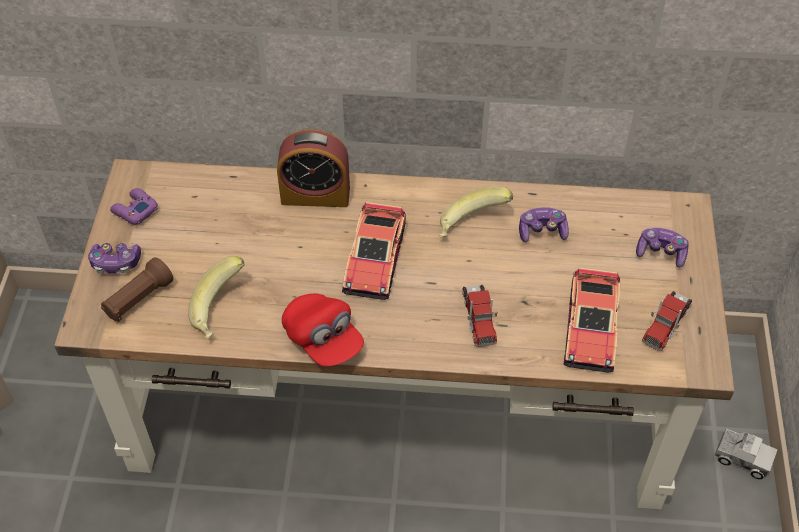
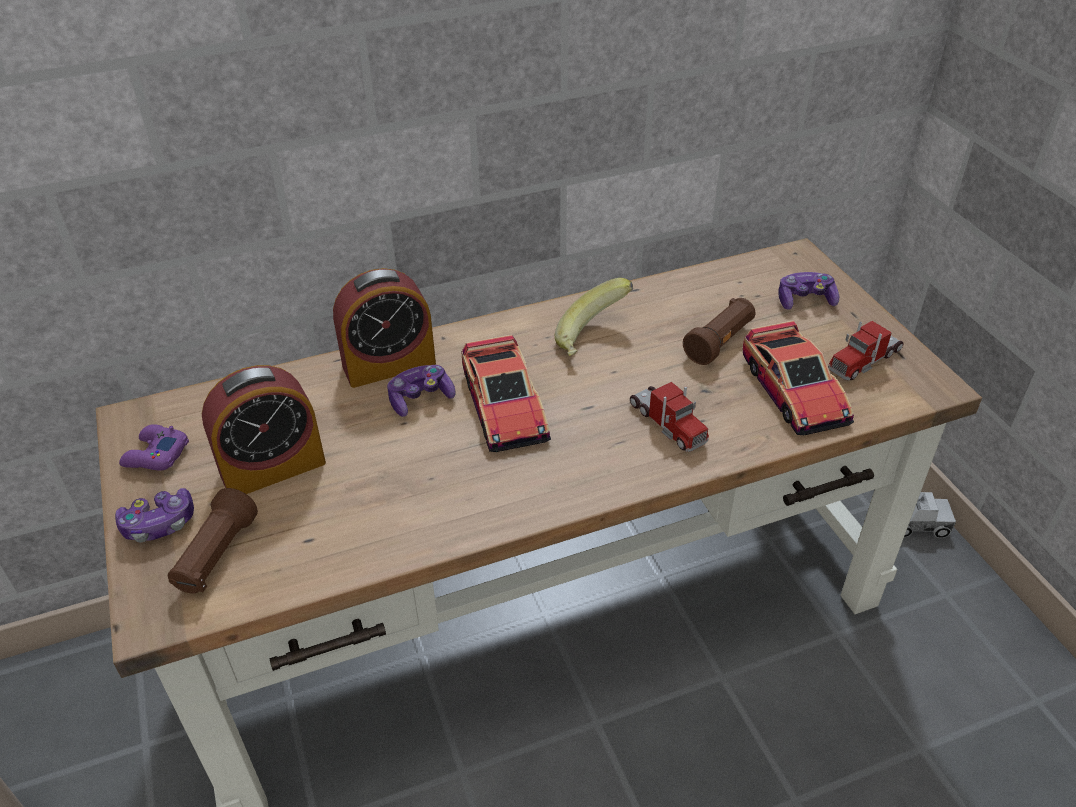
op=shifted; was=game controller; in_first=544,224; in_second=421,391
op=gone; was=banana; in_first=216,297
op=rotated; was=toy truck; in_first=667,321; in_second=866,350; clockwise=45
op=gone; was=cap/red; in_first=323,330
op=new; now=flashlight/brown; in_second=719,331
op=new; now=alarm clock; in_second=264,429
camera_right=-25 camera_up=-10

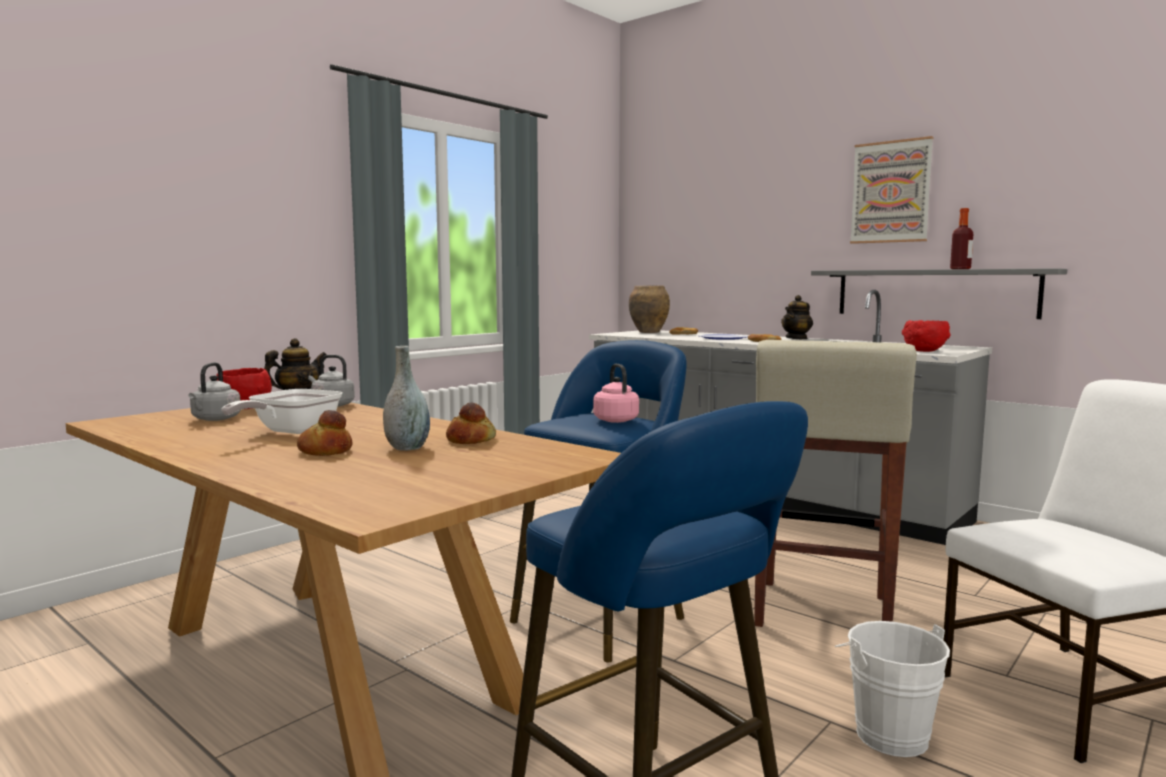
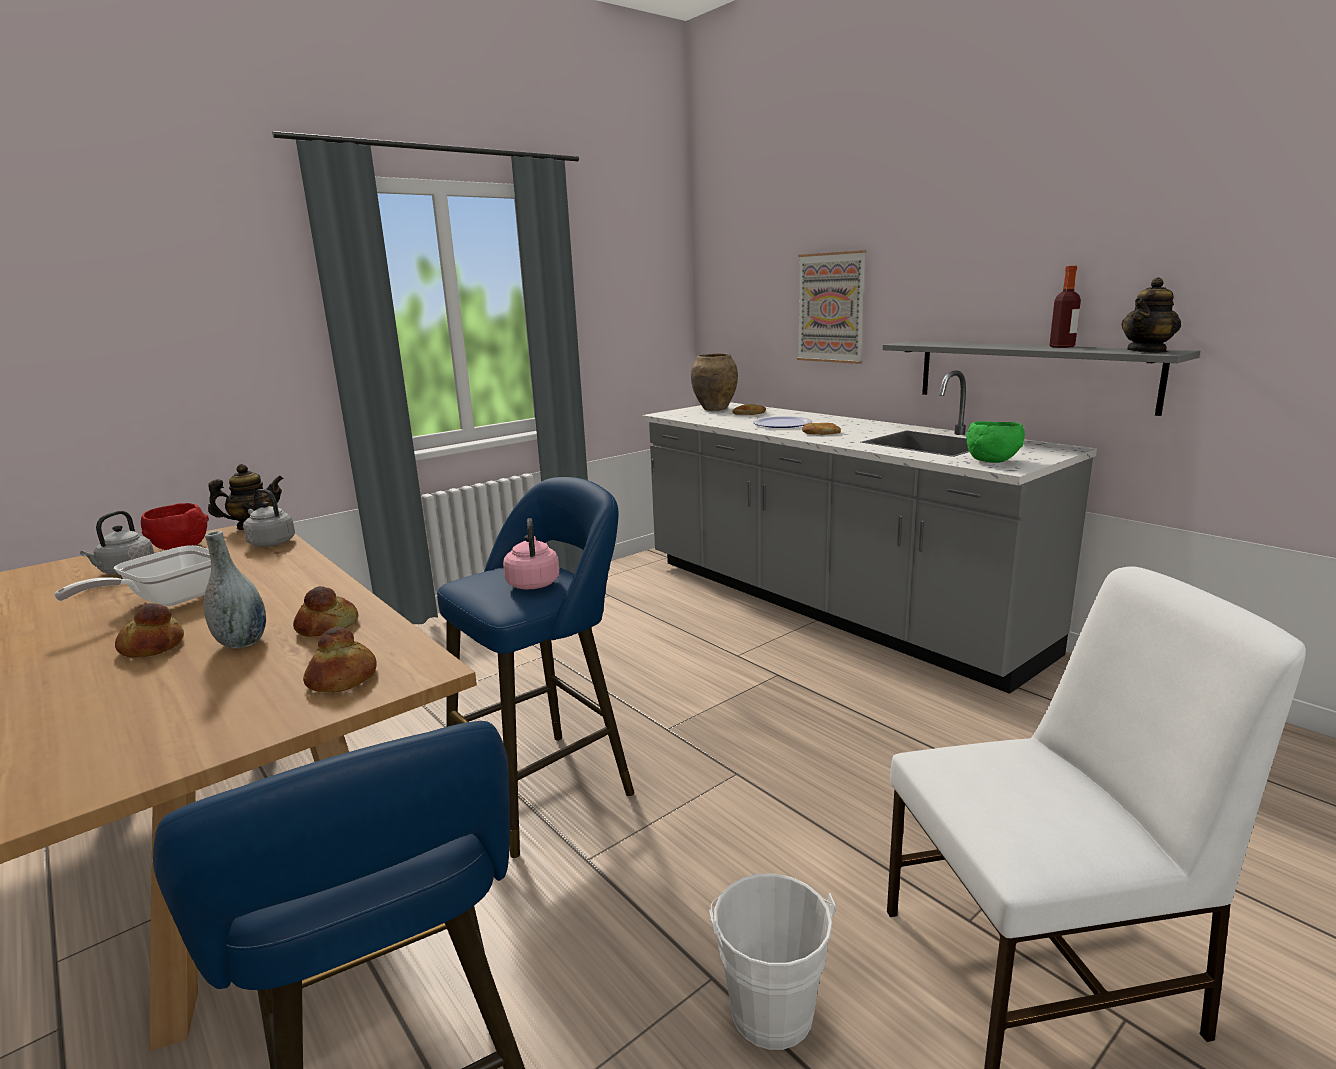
op=shifted; was=picture; in_first=891,190; in_second=831,307
op=shifted; was=teapot; in_first=797,317; in_second=1151,315
op=repainted; was=bowl/red; now=bowl/green; in_first=926,336; in_second=995,442
op=gone; was=stool/beige; in_first=835,483
op=new; now=bread; in_second=340,659
camera_right=10 camera_up=10

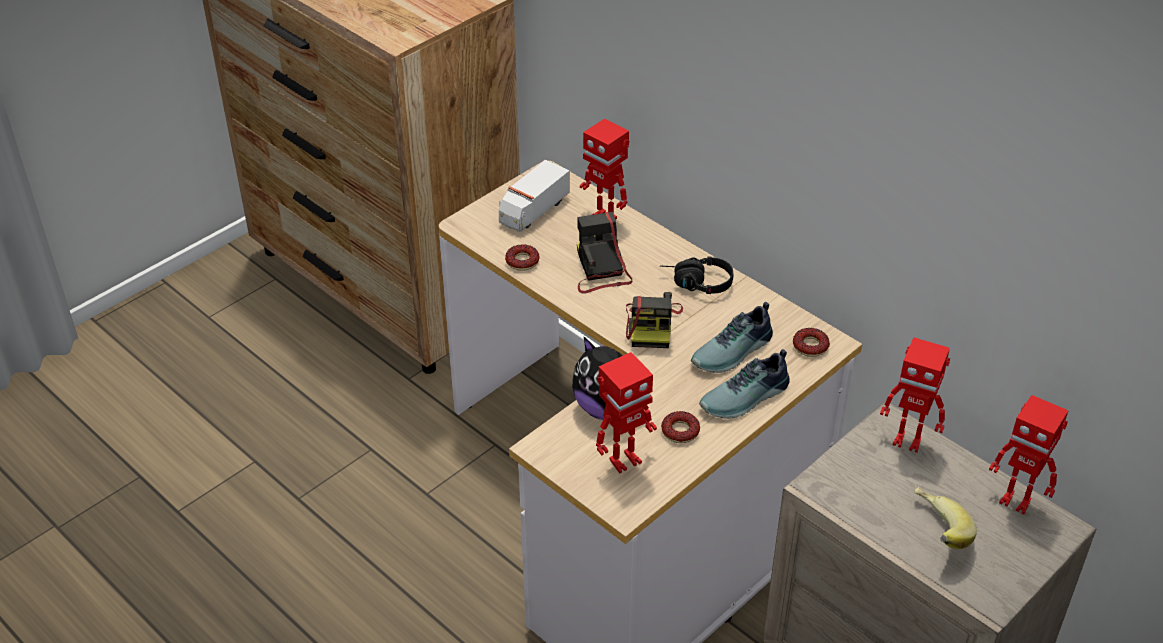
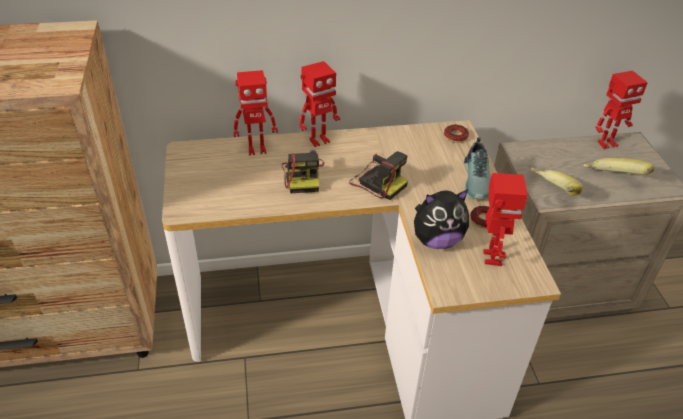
op=gone; was=toy truck; in_first=534,196
op=rotated; was=photo camera; in_first=604,253; in_second=303,171; clockwise=-120
op=gone; was=donut; in_first=522,257
op=gone; was=headphones/black; in_first=696,275
op=gone; was=shoe; in_first=732,337
op=shifted; was=toy robot; in_first=915,395; in_second=320,104
op=new; now=banana; in_second=557,181
camera_right=-55 camera_up=0

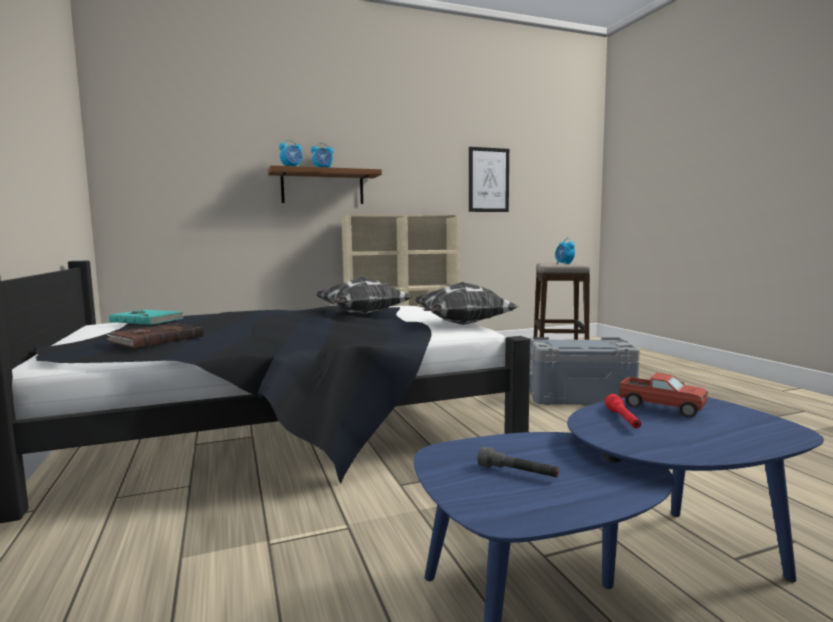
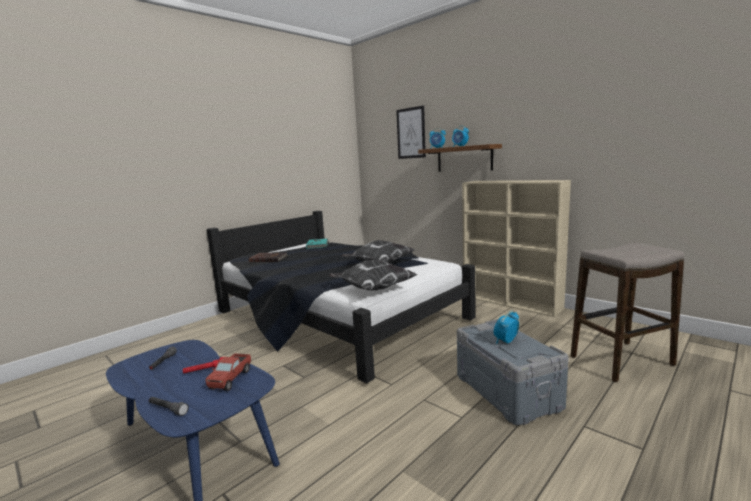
op=shifted; was=picture; in_first=489,179; in_second=411,132
op=shifted; was=alarm clock; in_first=565,251; in_second=506,327
op=new; now=flashlight/grey; in_second=169,406
camera_right=65 camera_up=5

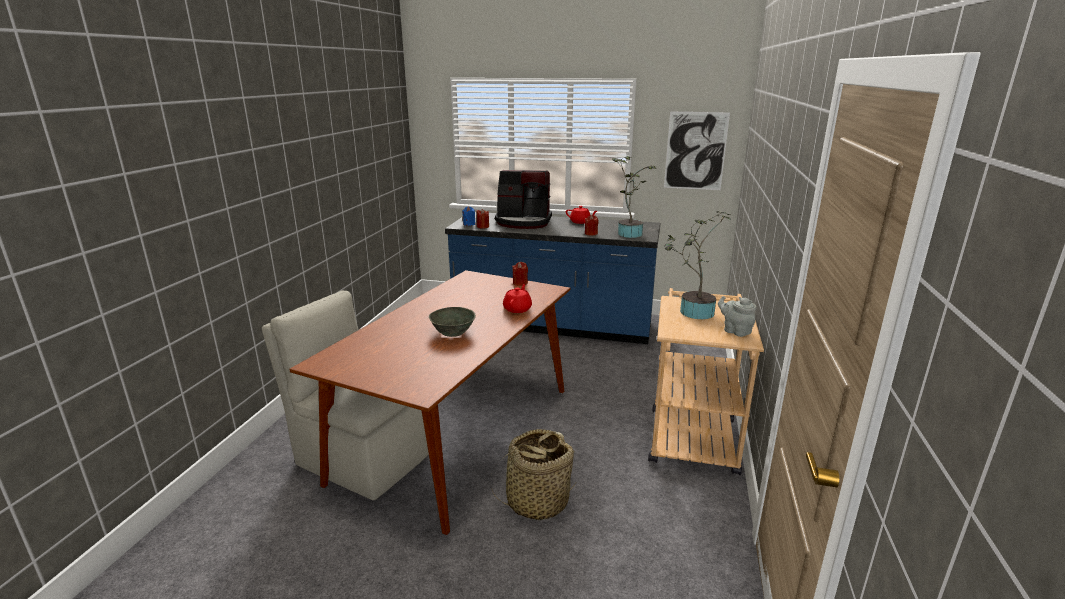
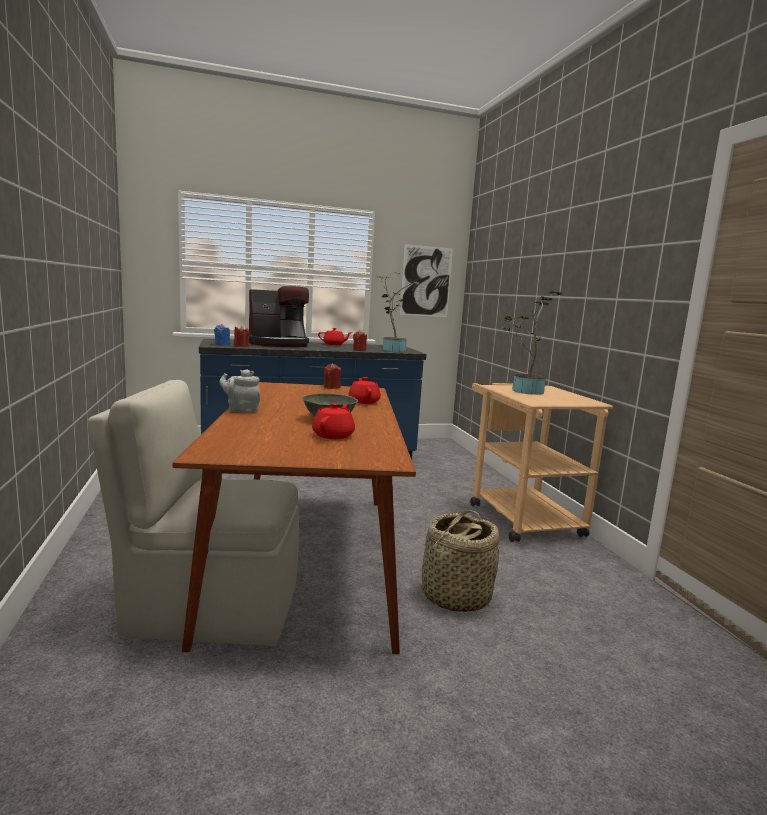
op=shifted; was=teapot/grey; in_first=737,316; in_second=239,391
op=new; now=teapot/red; in_second=333,421
camera_right=-30 camera_up=-10

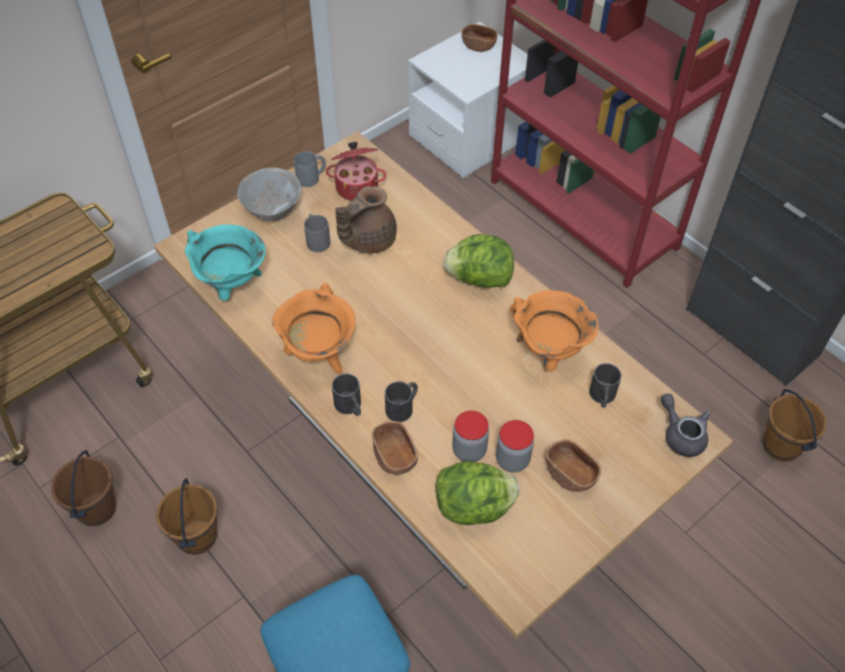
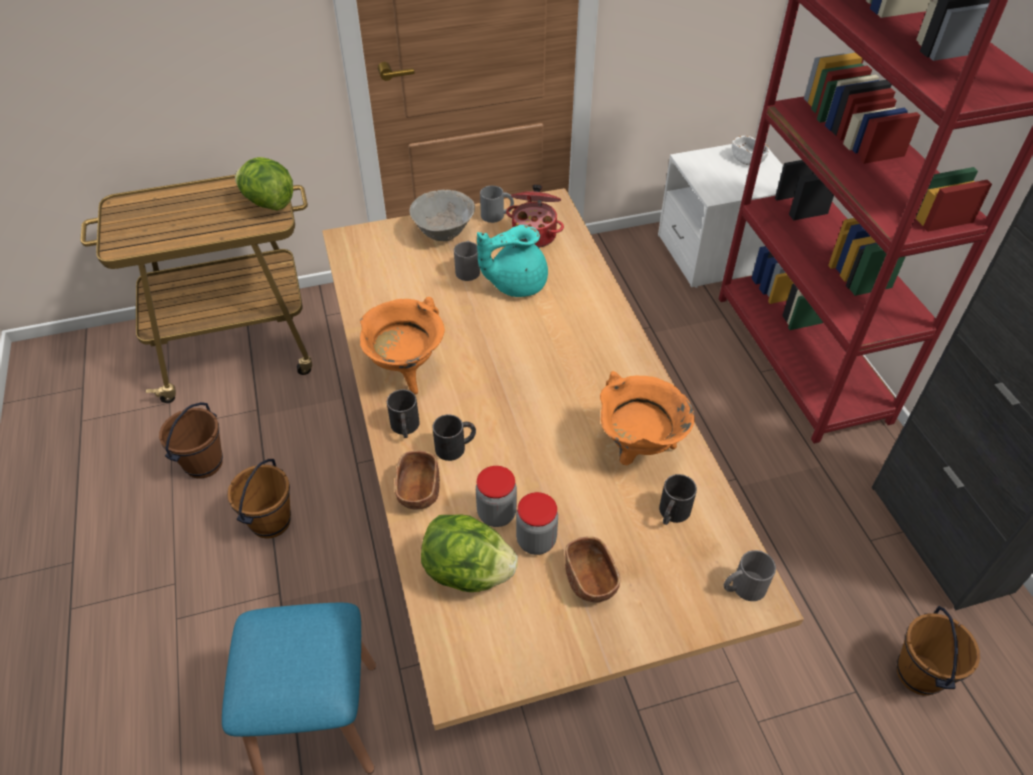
op=repainted; was=bowl/brown; now=bowl/white; in_first=479,38; in_second=750,150
op=repainted; was=teapot/brown; now=teapot/turquoise; in_first=366,220; in_second=512,261
op=gone; was=cooking pot/turquoise; in_first=225,262
op=shifted; was=lettuce; in_first=478,261; in_second=264,183
op=swapped; was=teapot/grey; now=mug/grey; in_first=686,425; in_second=750,575
camera_right=25 camera_up=-5

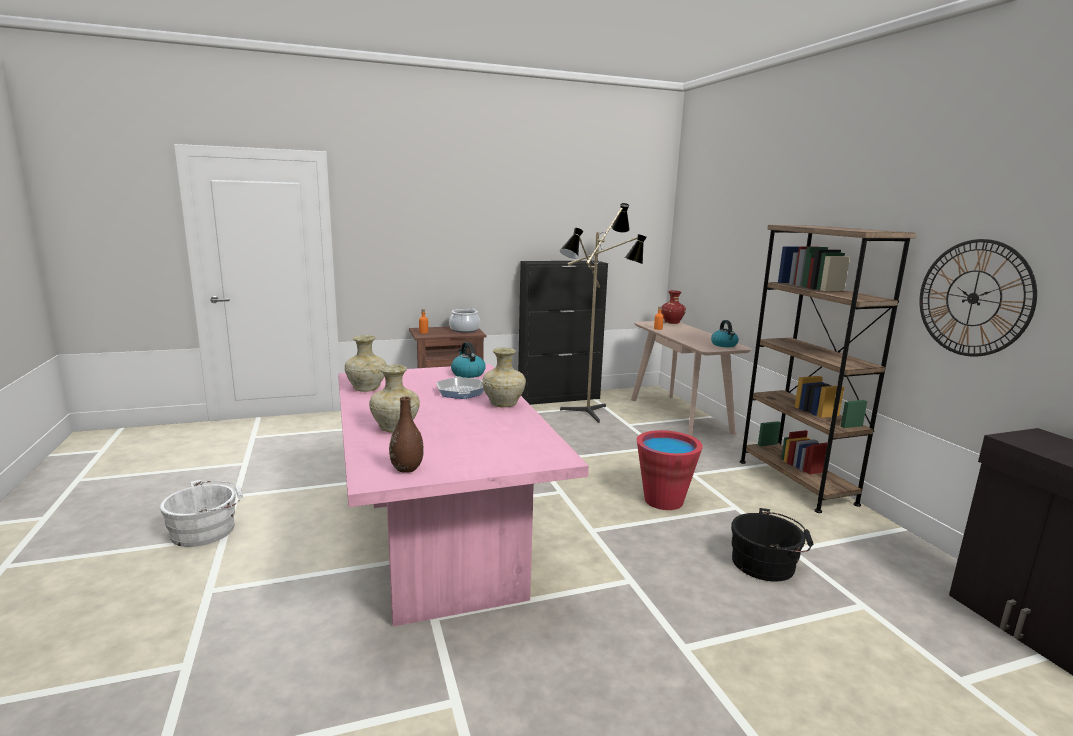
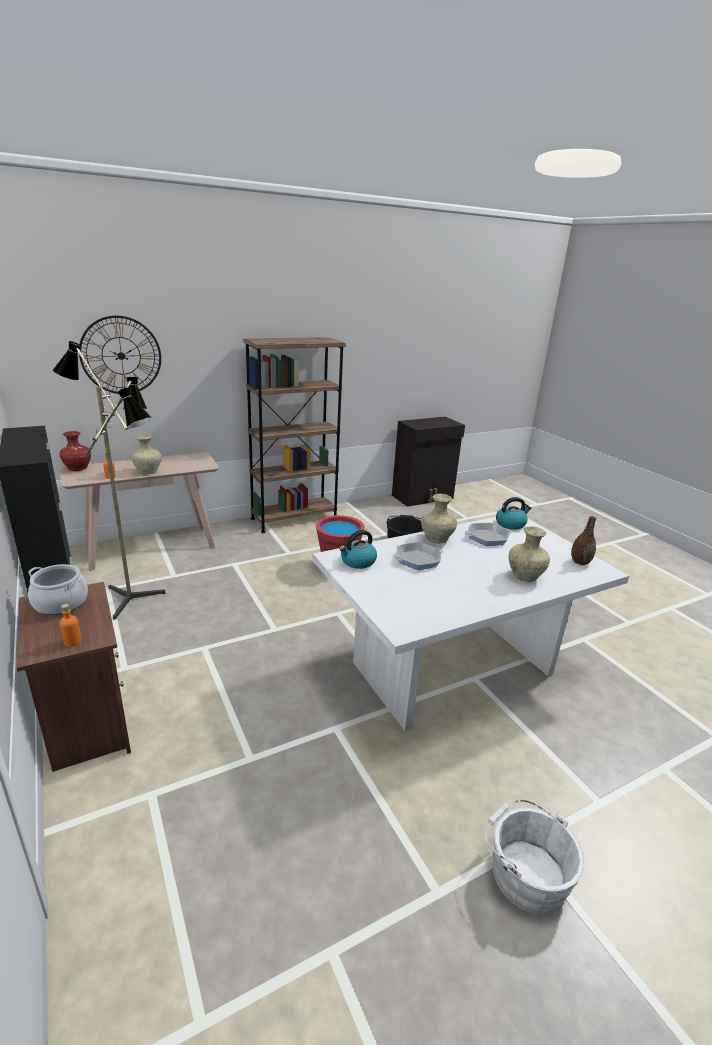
op=shifted; was=wall clock; in_first=978,298; in_second=120,355
op=shifted; was=kettle; in_first=725,333; in_second=513,513
op=shifted; was=vase/beige; in_first=365,363; in_second=146,454
op=repainted; was=dining table/pink; now=dining table/white; in_first=463,495; in_second=470,624
op=new; now=frying pan; in_second=488,534
camera_right=-100 camera_up=10

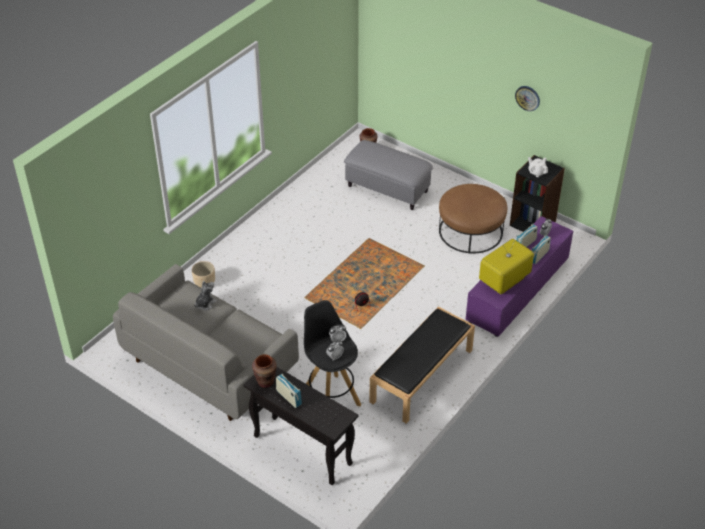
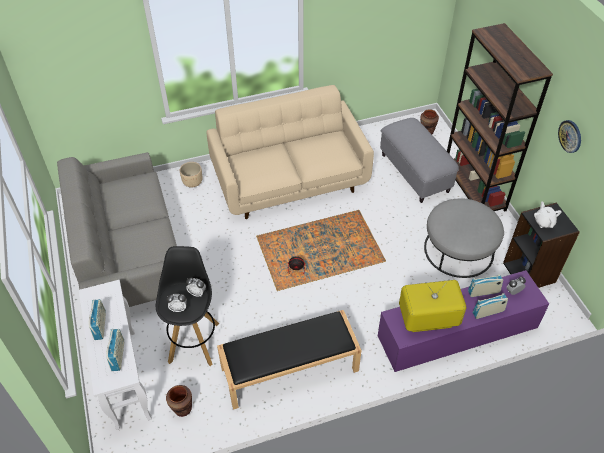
op=repainted; was=ottoman/brown; now=ottoman/grey; in_first=473,219; in_second=464,238
op=gone; was=plush toy; in_first=205,295
op=shifted; was=vase/brown; in_first=264,371; in_second=179,401
op=repainted; was=console table/black; now=console table/white; in_first=301,426; in_second=115,355
op=new; now=bookcase/brown; in_second=500,117
op=new; now=sofa/beige; in_second=290,152
op=new; now=radio; in_second=115,350
camera_right=35 camera_up=5

